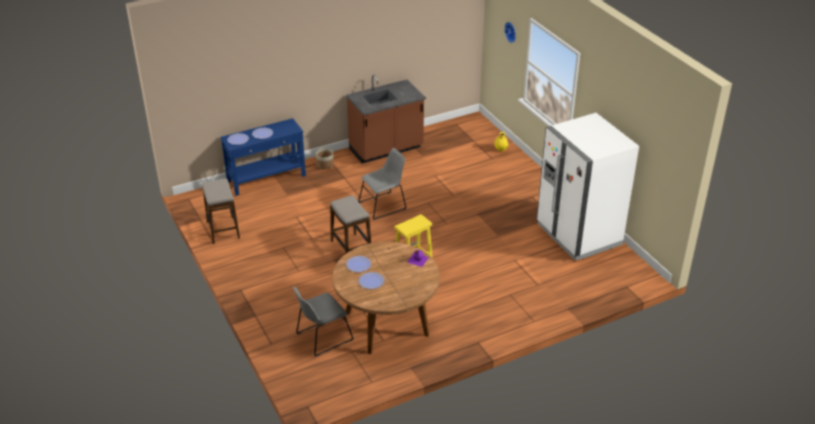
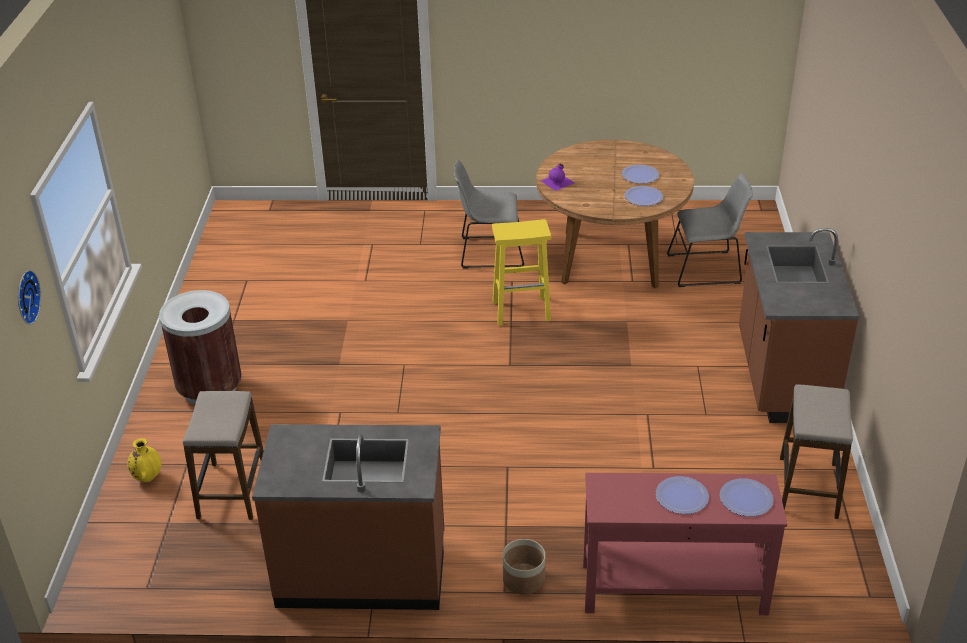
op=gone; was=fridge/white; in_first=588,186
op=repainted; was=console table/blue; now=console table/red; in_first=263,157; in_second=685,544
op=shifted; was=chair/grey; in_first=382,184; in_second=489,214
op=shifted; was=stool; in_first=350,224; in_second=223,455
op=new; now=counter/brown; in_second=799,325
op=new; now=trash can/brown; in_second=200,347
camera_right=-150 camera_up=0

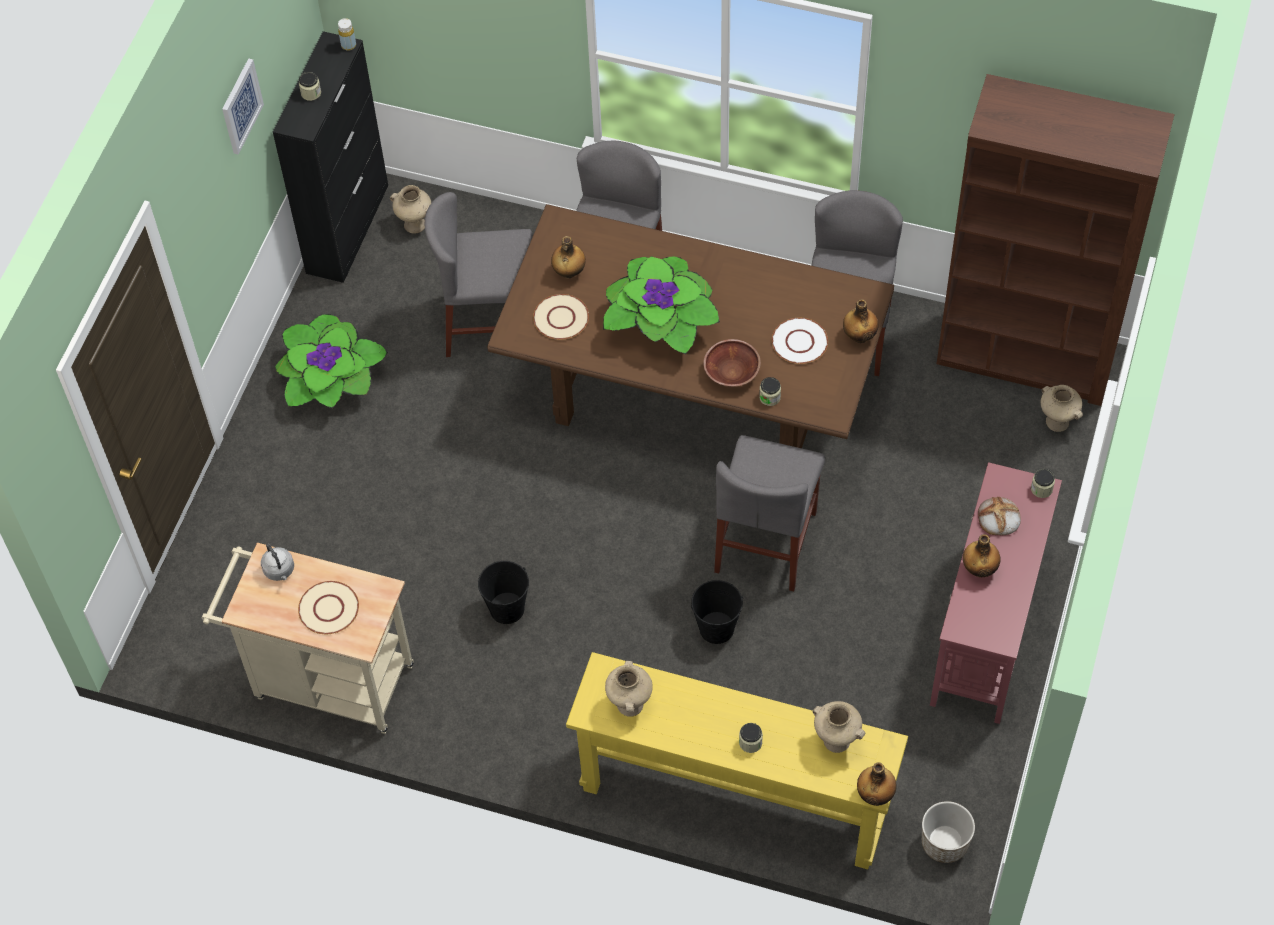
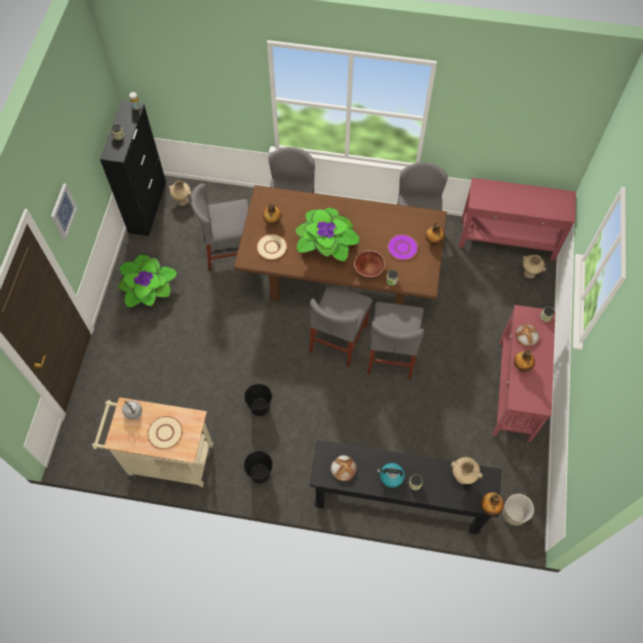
op=shifted; was=picture; in_first=243,106; in_second=64,211
op=swapped; was=bookcase/brown; now=console table/red; in_first=1055,240; in_second=517,219
op=repainted; was=plate/white; now=plate/purple; in_first=800,341; in_second=403,247
op=shifted; was=bucket/black; in_first=717,612; in_second=258,467
op=repainted; was=console table/yellow; now=console table/black; in_first=737,760; in_second=406,487
op=swapped; was=vase/beige; now=bread; in_first=629,689; in_second=344,468
op=new; now=chair/grey; in_second=341,325
op=new; now=kettle; in_second=391,475
camera_right=-10 camera_up=5

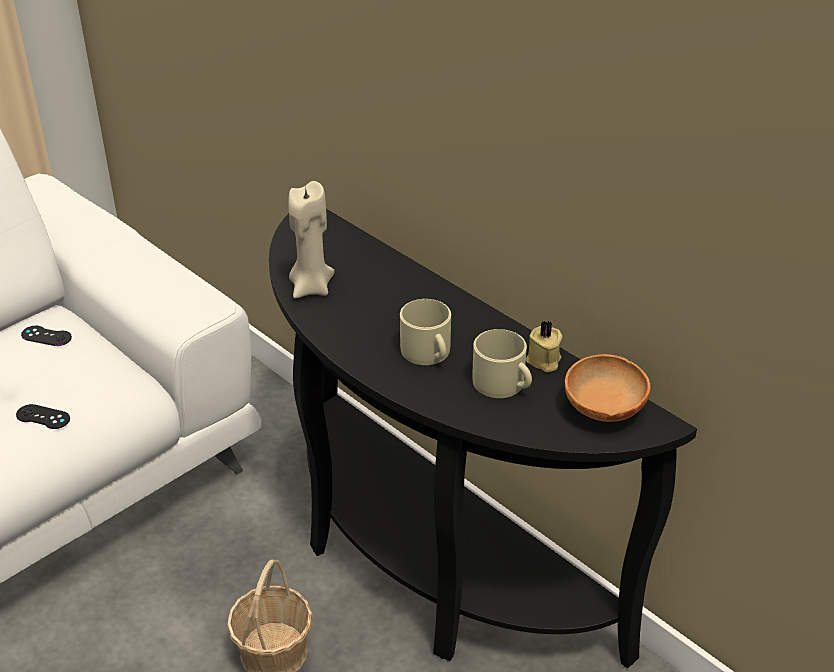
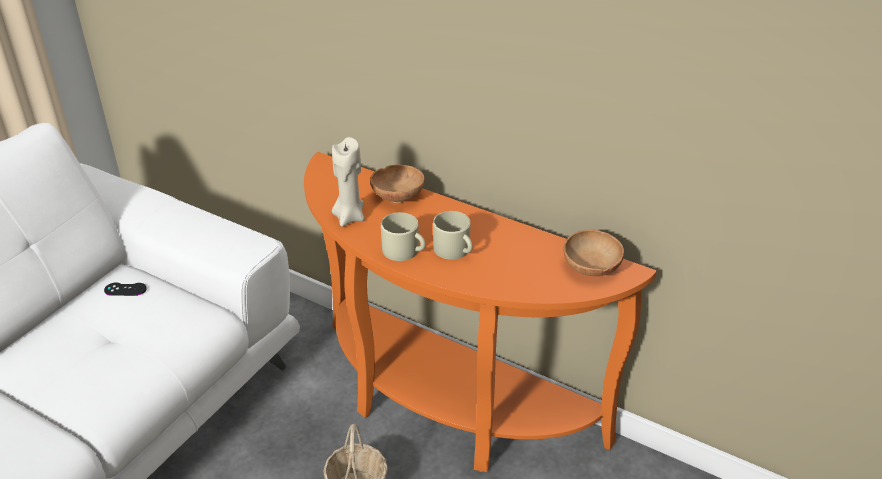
op=repainted; was=console table/black; now=console table/orange; in_first=483,438; in_second=480,312
op=gone; was=candle/beige; in_first=544,346
op=shifted; was=mug/beige; in_first=502,363; in_second=403,236
op=gone; was=game controller/black; in_first=43,416
op=new; now=bowl/brown; in_second=397,184
camera_right=-15 camera_up=0

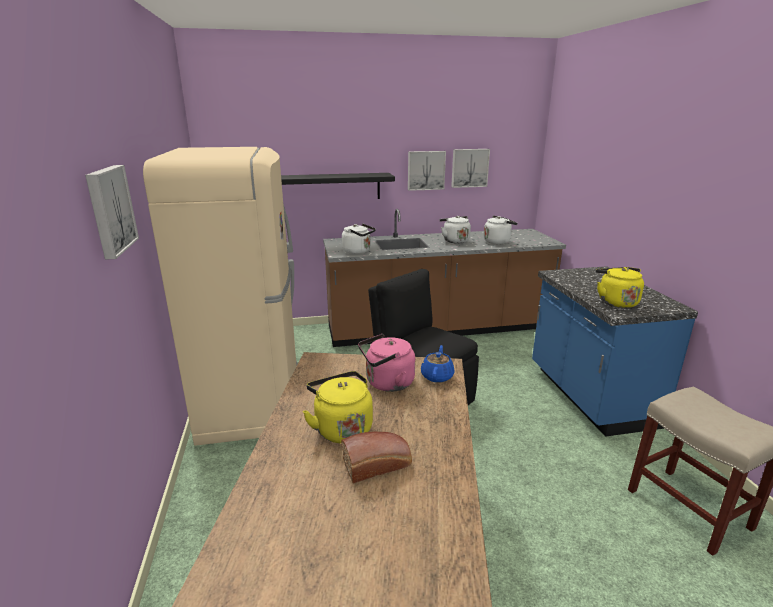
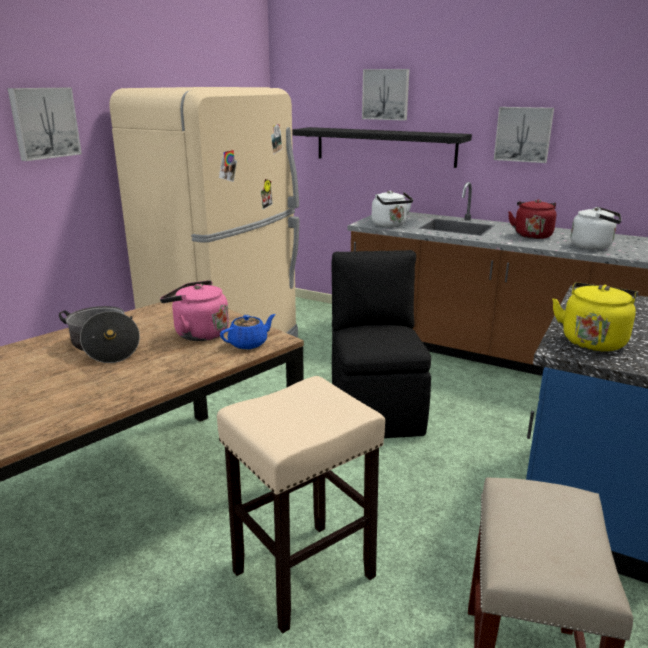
op=shifted; was=picture; in_first=470,168; in_second=385,95
op=repainted; was=kettle/white; now=kettle/red; in_first=455,230; in_second=532,219
op=swapped; was=kettle/yellow; now=cooking pot; in_first=338,407; in_second=99,334
op=gone; was=bread; in_first=376,457
op=new; now=stool/beige; in_second=301,504
camera_right=40 camera_up=0

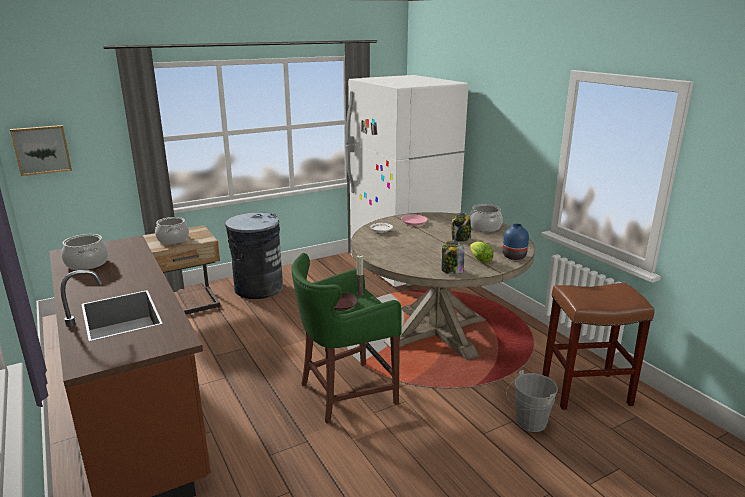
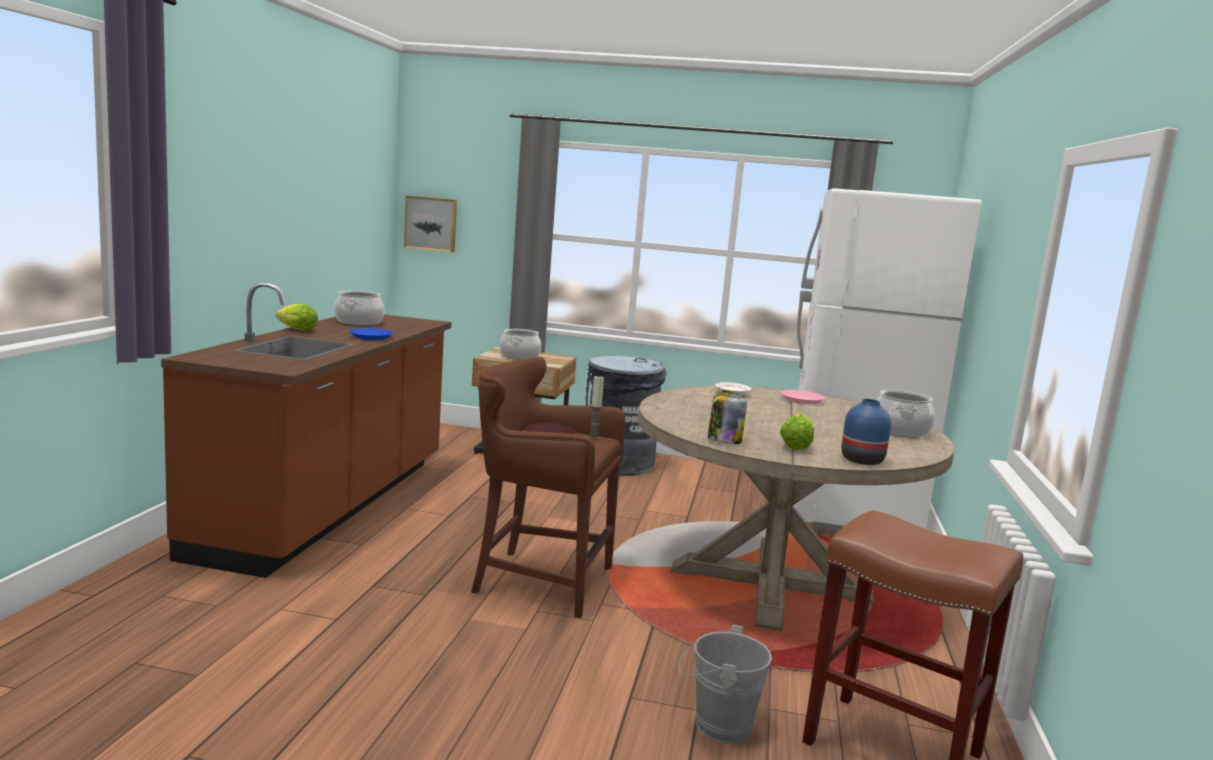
op=gone; was=jar; in_first=461,227
op=repainted; was=stool/green; now=stool/brown; in_first=346,338; in_second=548,487
op=new; now=lettuce; in_second=296,317
op=new; now=plate/blue; in_second=371,334
camera_right=40 camera_up=-10

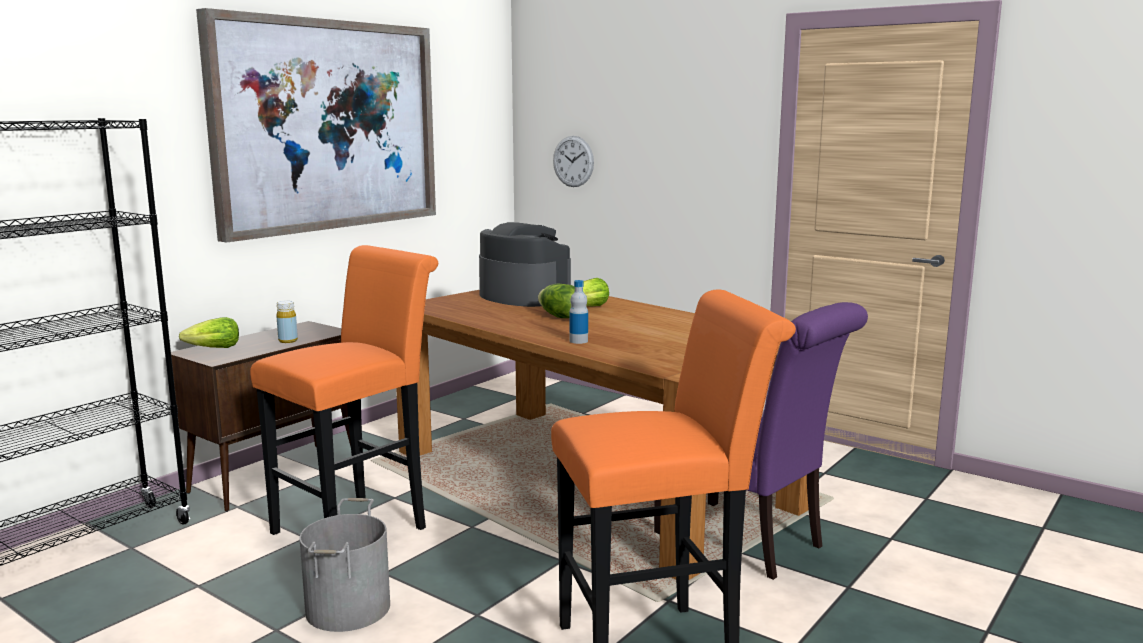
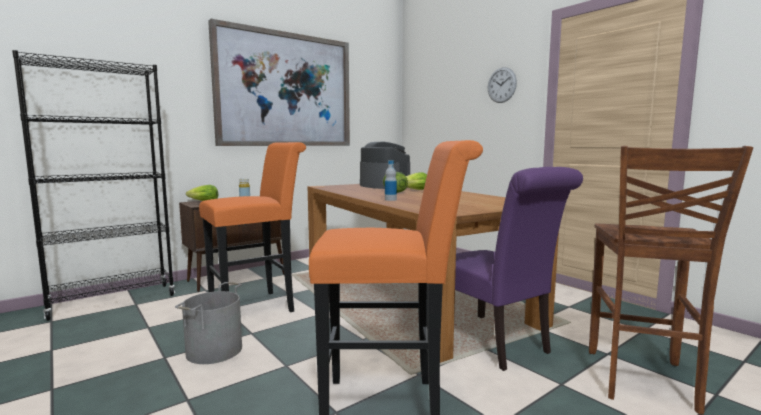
op=shifted; was=wall clock; in_first=573,161; in_second=502,85
op=new; now=stool/brown; in_second=671,280
camera_right=15 camera_up=-5

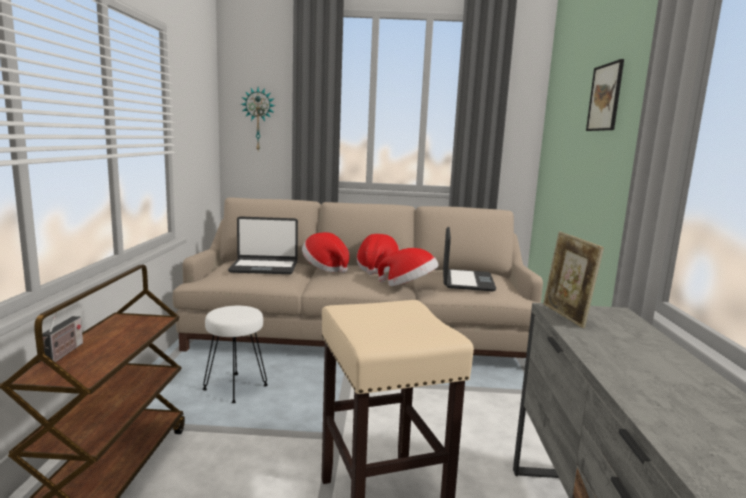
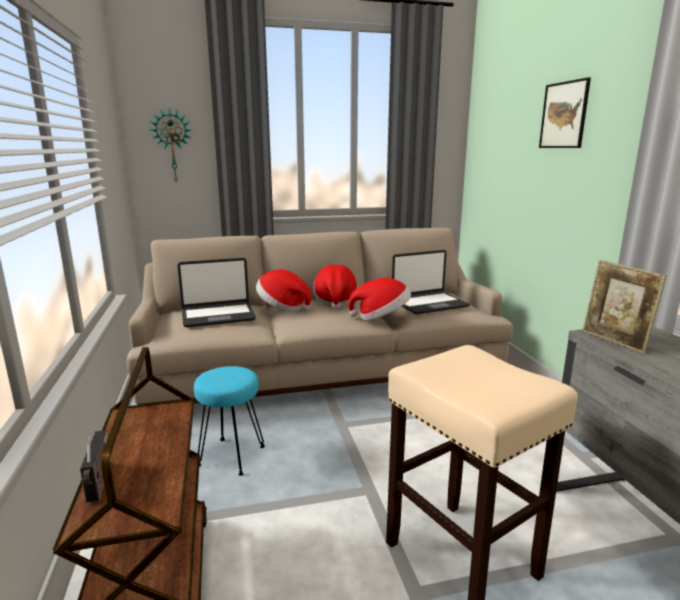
op=rotated; was=laptop; in_first=469,259; in_second=431,282; clockwise=75
op=repainted; was=stool/white; now=stool/turquoise; in_first=235,354; in_second=229,421
camera_right=-15 camera_up=5

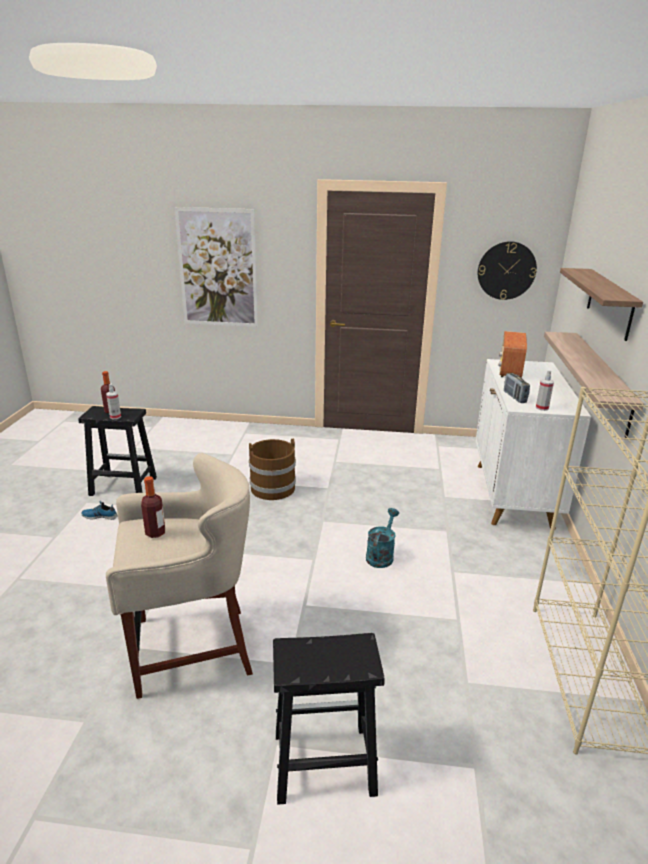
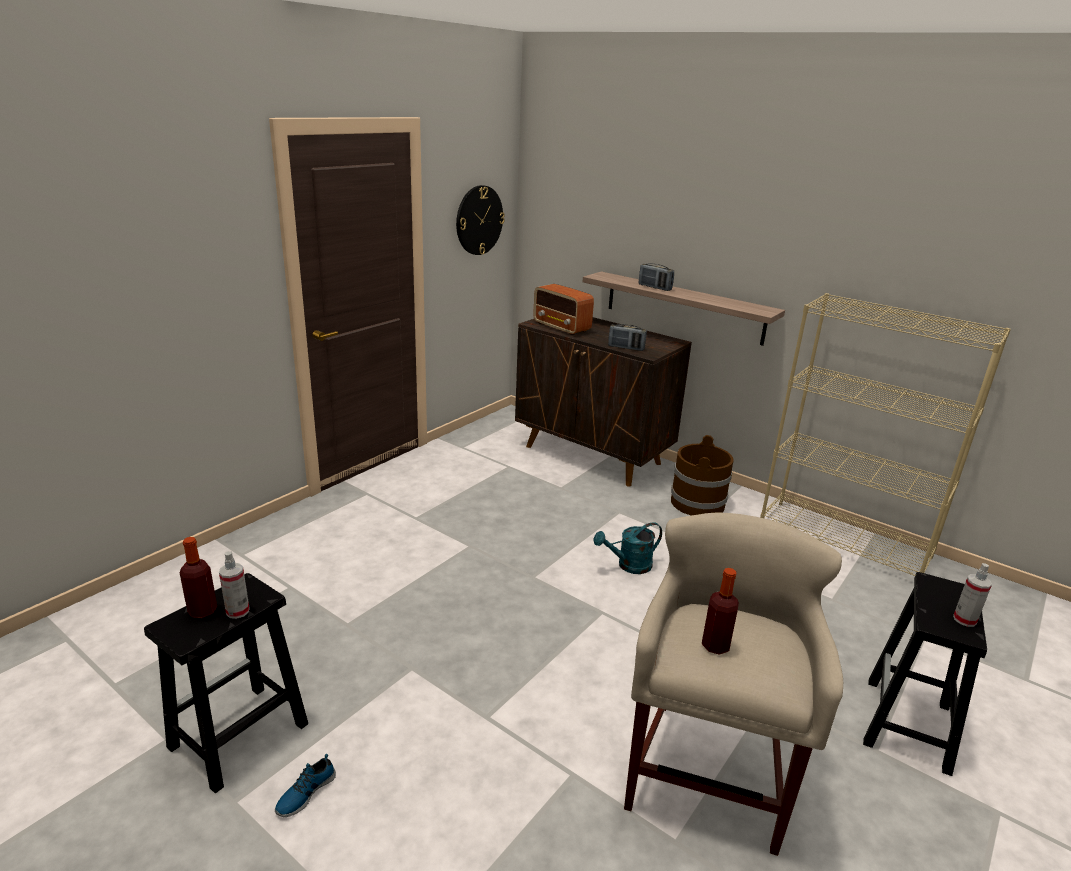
op=gone; was=picture; in_first=216,267
op=gone; was=shelf; in_first=601,304
op=repainted; was=cabinet/white; now=cabinet/brown; in_first=533,444; in_second=603,402
op=shifted; was=spray bottle; in_first=545,390; in_second=972,595
op=shifted; was=bucket/brown; in_first=272,469; in_second=702,475
op=rotated; was=watering can/turquoise; in_first=382,538; in_second=627,548; clockwise=-75
op=new; now=radio; in_second=656,277
camera_right=-60 camera_up=0

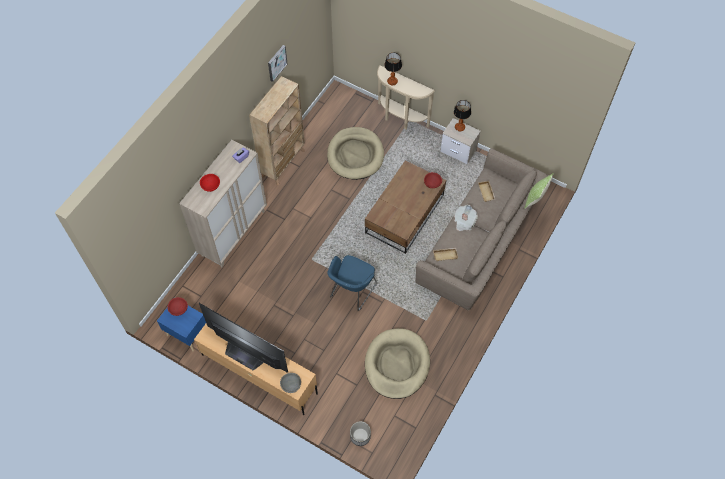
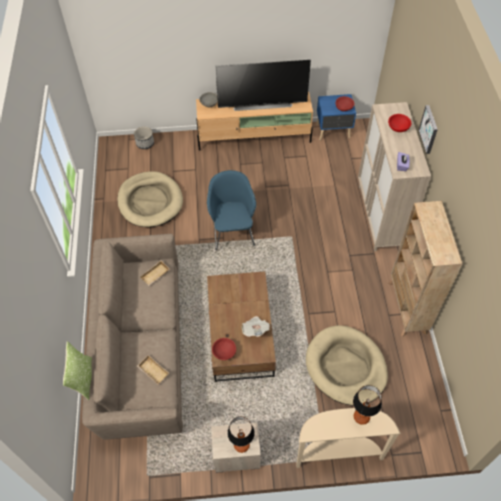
op=shifted; was=picture; in_first=277,63; in_second=428,129
op=shifted; was=newspaper; in_first=466,218; in_second=256,326
camera_right=145 camera_up=-5

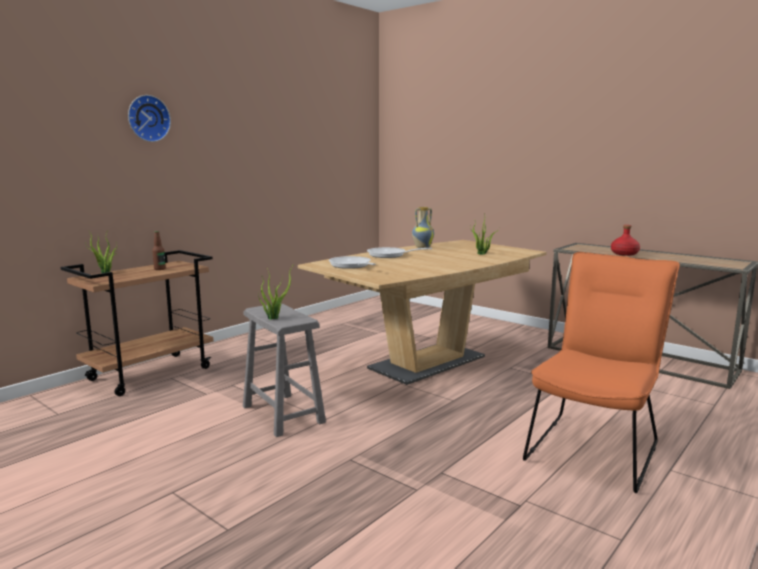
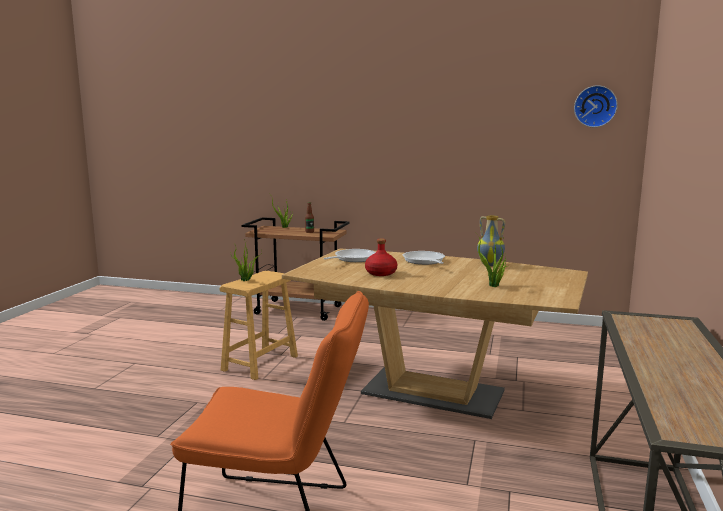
op=shifted; was=wall clock; in_first=149,118; in_second=596,106
op=shifted; was=bottle/red; in_first=625,240; in_second=381,257
op=repainted; was=stool/grey; now=stool/brown; in_first=284,370; in_second=259,325
camera_right=65 camera_up=0

